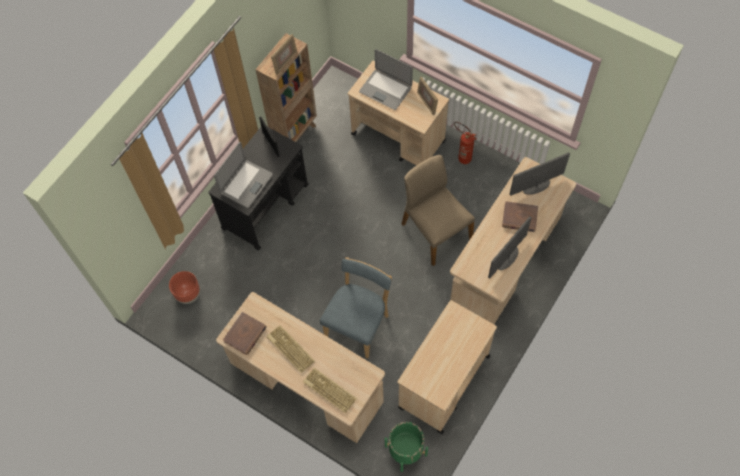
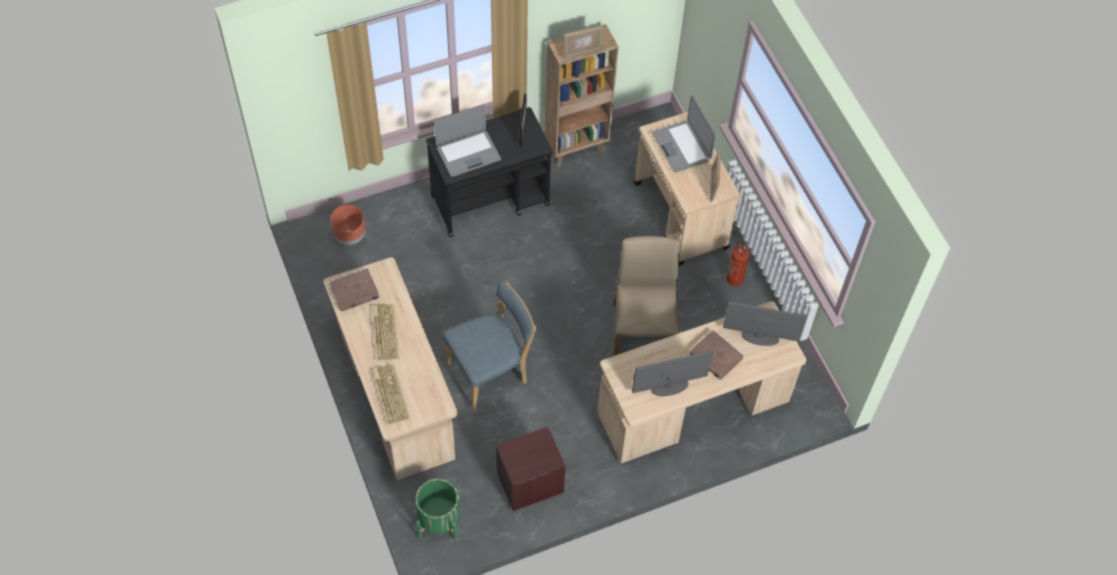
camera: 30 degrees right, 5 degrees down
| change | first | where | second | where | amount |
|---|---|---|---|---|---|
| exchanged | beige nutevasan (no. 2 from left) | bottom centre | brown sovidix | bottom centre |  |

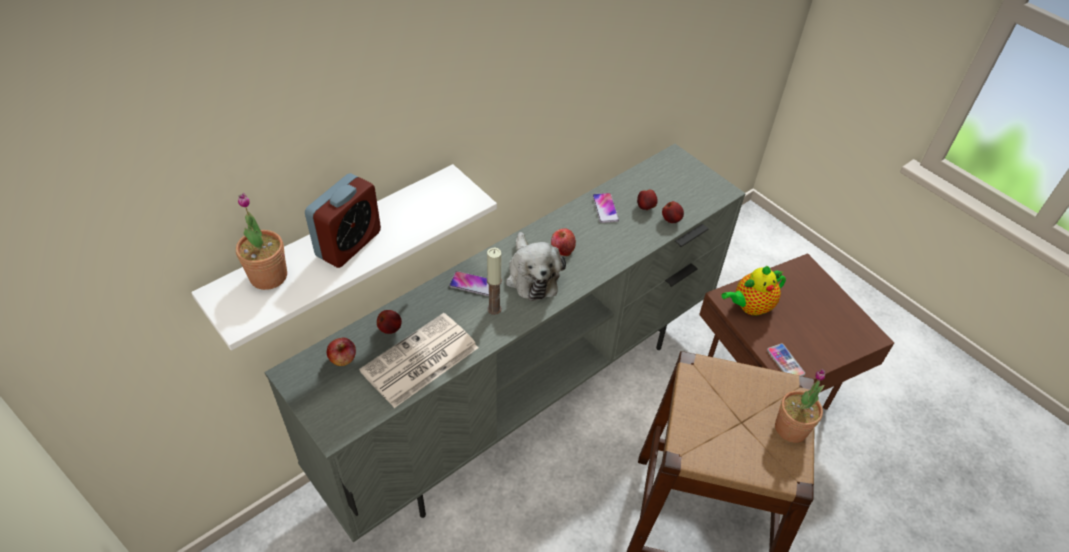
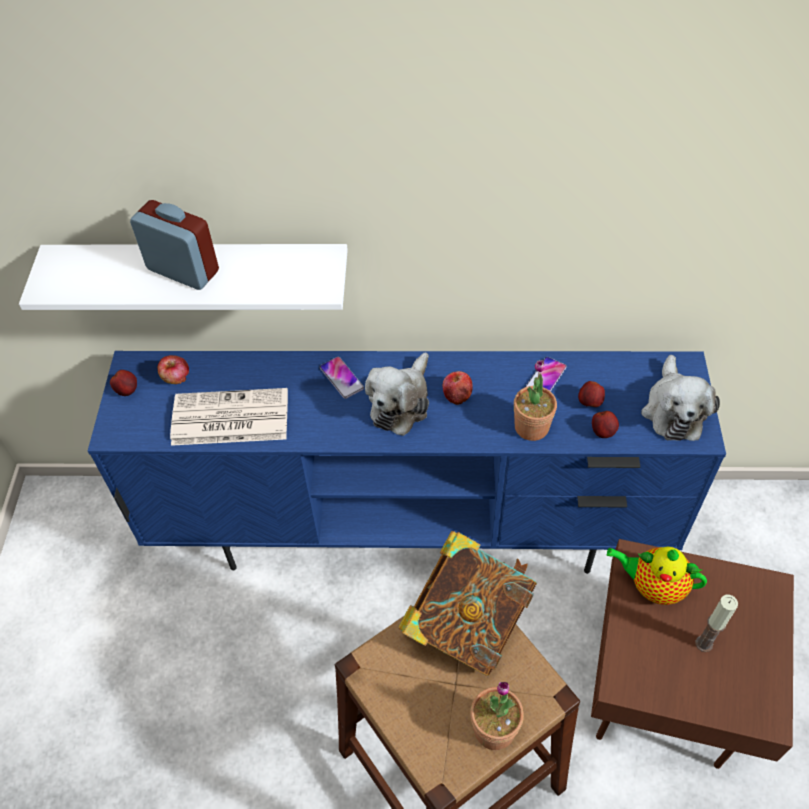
camera: 45 degrees right, 5 degrees up
| change | first | where | second | where | amount |
|---|---|---|---|---|---|
| relocated | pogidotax (no. 1 from left in the first image) | middle left | pogidotax (no. 2 from left) | centre |  |
| colour | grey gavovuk | centre | blue gavovuk | centre |  |
| spun | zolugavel | middle left |  | top left | 135 degrees counterclockwise |
| relocated | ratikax (no. 2 from left in the first image) | centre | ratikax (no. 1 from left) | middle left |  |
| relocated | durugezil | centre |  | bottom right |  |
| missing | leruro (no. 3 from left) | middle right |  |  |  |
| appeared |  |  | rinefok | bottom centre |  |
| appeared |  |  | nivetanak (no. 2 from left) | middle right |  |

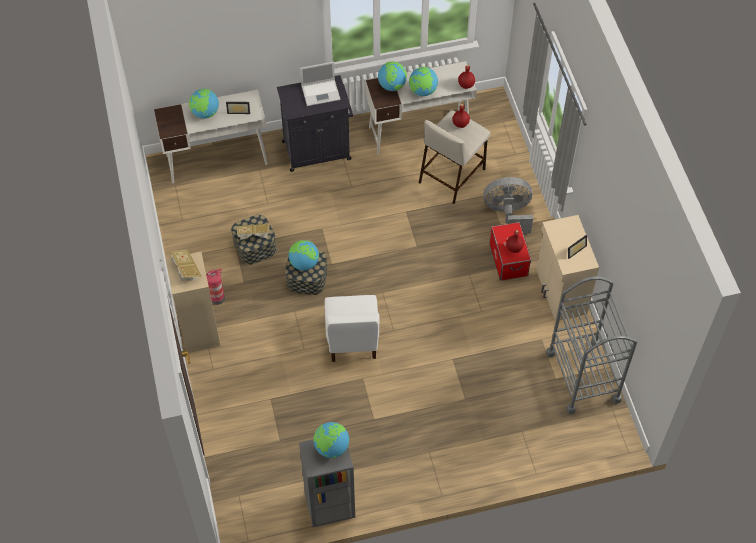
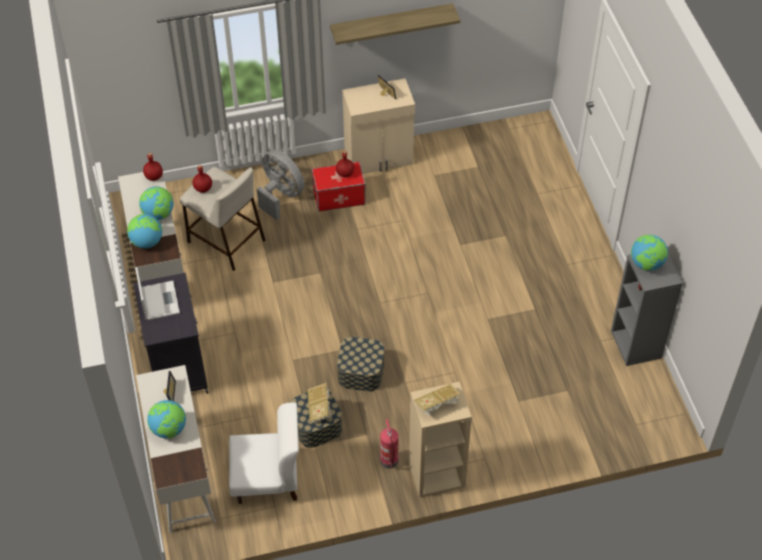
camera: 90 degrees left, 5 degrees down
| change | first | where | second | where | amount |
|---|---|---|---|---|---|
| missing | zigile (no. 2 from left) | centre |  |  |  |
| relocated | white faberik | centre |  | bottom centre |  |
| spun | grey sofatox | middle right |  | top centre | 135 degrees clockwise |
| missing | grey nutevasan | middle right |  |  |  |
| appeared |  |  | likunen | top centre |  |

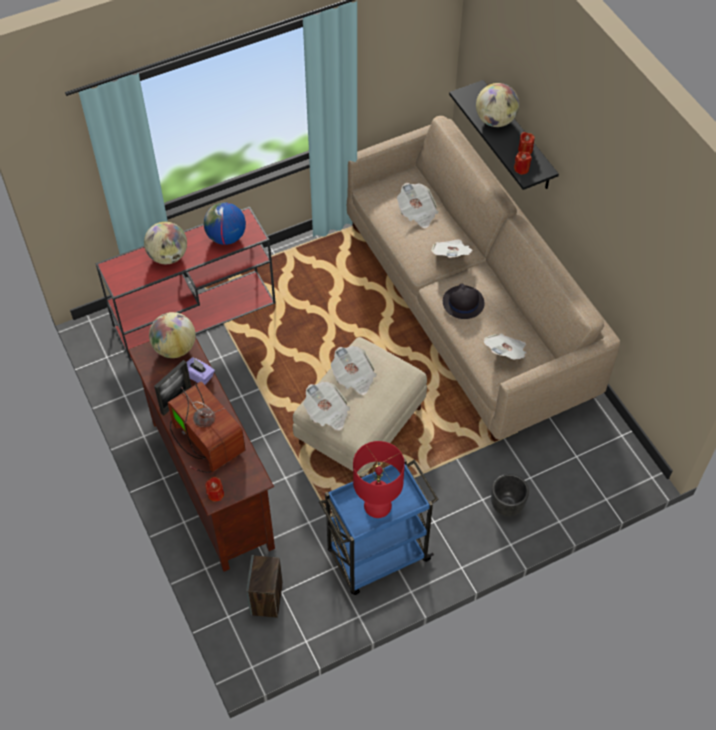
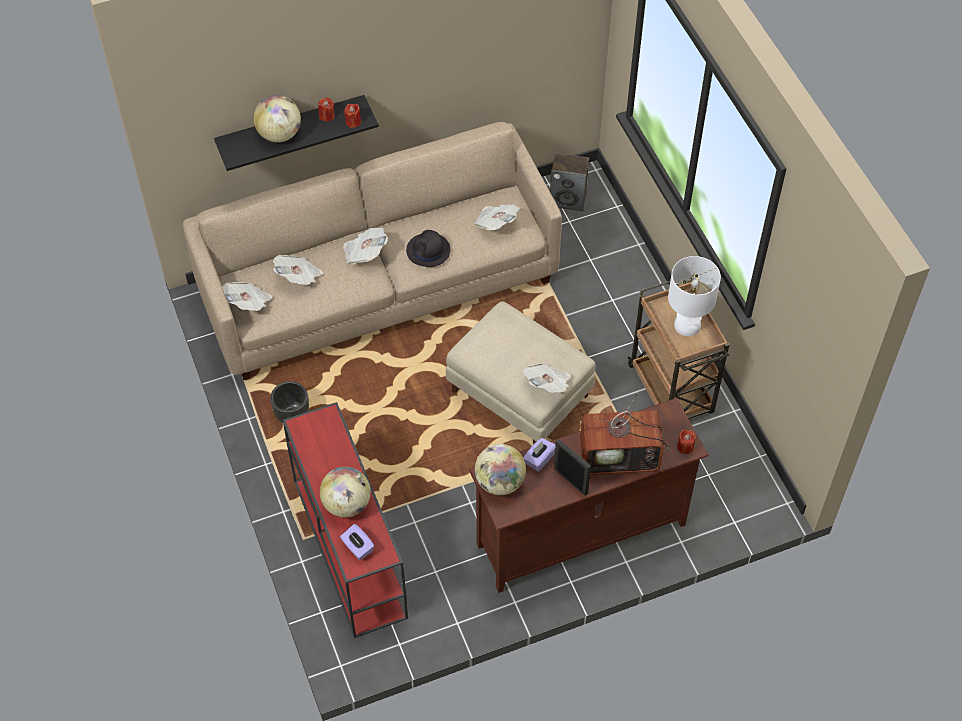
camera: 85 degrees left, 0 degrees up
| change | first | where | second | where | amount |
|---|---|---|---|---|---|
| spun | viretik | middle left |  | centre | 150 degrees counterclockwise |
| missing | zigile (no. 3 from left) | top left |  |  |  |
| relocated | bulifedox | bottom centre |  | top centre |  |
| colour | blue nutevasan | bottom centre | brown nutevasan | middle right |  |
| relocated | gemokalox (no. 2 from left in the first image) | centre | gemokalox (no. 1 from left) | middle left |  |
| colour | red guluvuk | centre | white guluvuk | middle right |  |
| relocated | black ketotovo | bottom right |  | middle left |  |
| appeared |  |  | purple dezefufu (no. 1 from left) | bottom centre |  |

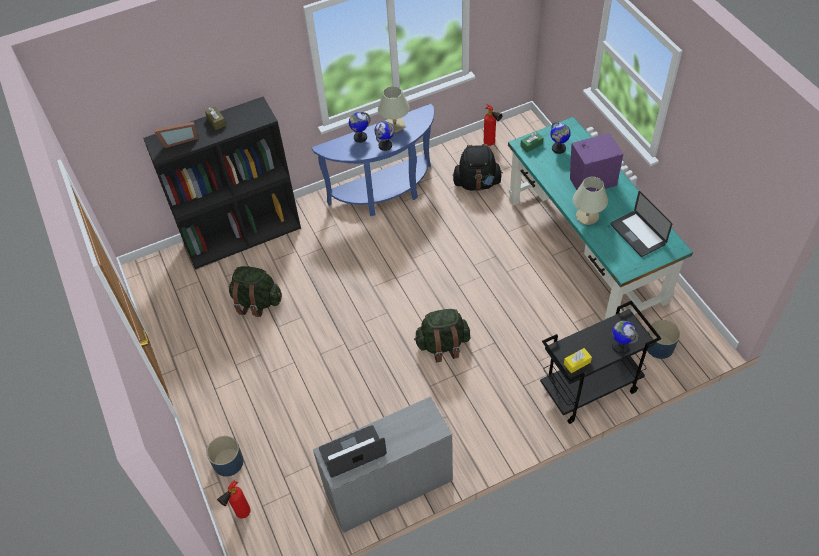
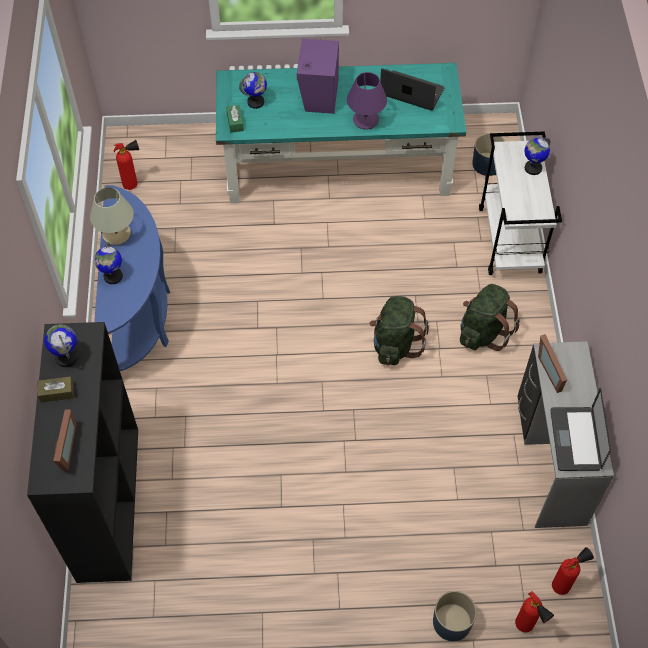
camera: 70 degrees left, 5 degrees up
| change | first | where | second | where | amount |
|---|---|---|---|---|---|
| relocated | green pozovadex (no. 1 from left in the first image) | middle left | green pozovadex (no. 2 from left) | middle right |  |
| relocated | zigile (no. 2 from left in the first image) | top centre | zigile (no. 1 from left) | middle left |  |
| missing | black pozovadex | top centre |  |  |  |
| colour | black nutevasan | middle right | white nutevasan | top right |  |
| missing | yellow dezefufu | middle right |  |  |  |
| colour | beige guluvuk (no. 2 from left) | middle right | purple guluvuk | top centre |  |
| spun | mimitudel (no. 2 from left in the first image) | middle right | mimitudel (no. 1 from left) | top centre | 150 degrees counterclockwise |
| appeared |  |  | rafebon (no. 2 from left) | middle right |  |
| appeared |  |  | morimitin (no. 3 from left) | bottom right |  |

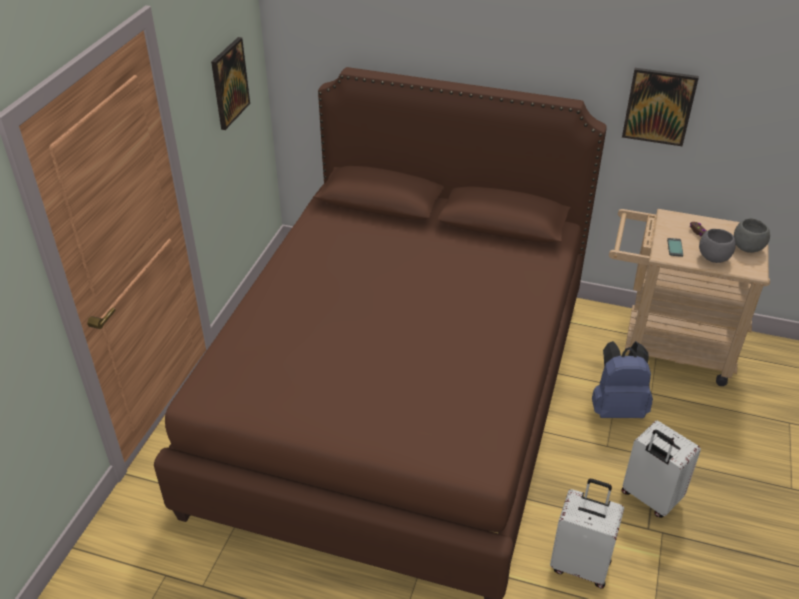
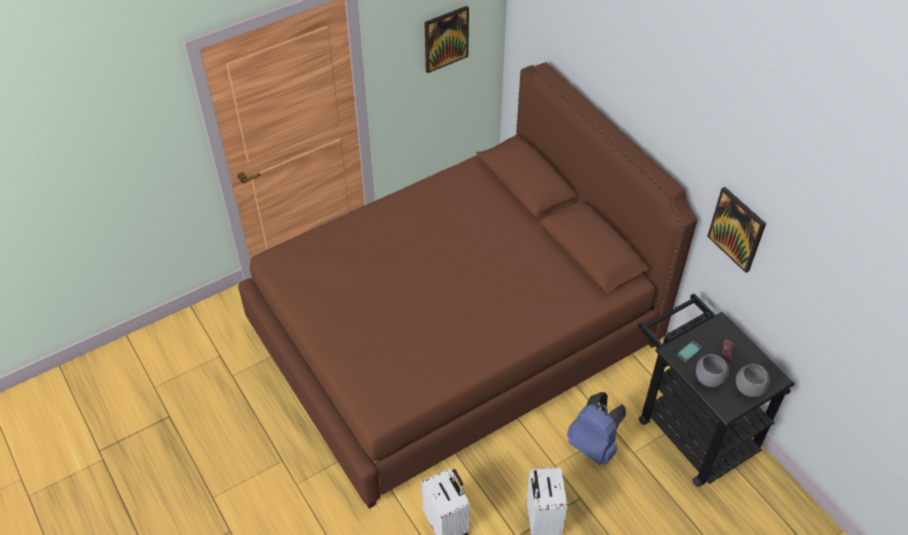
camera: 40 degrees right, 10 degrees up
| change | first | where | second | where | amount |
|---|---|---|---|---|---|
| colour | beige nutevasan | middle right | black nutevasan | bottom right |  |

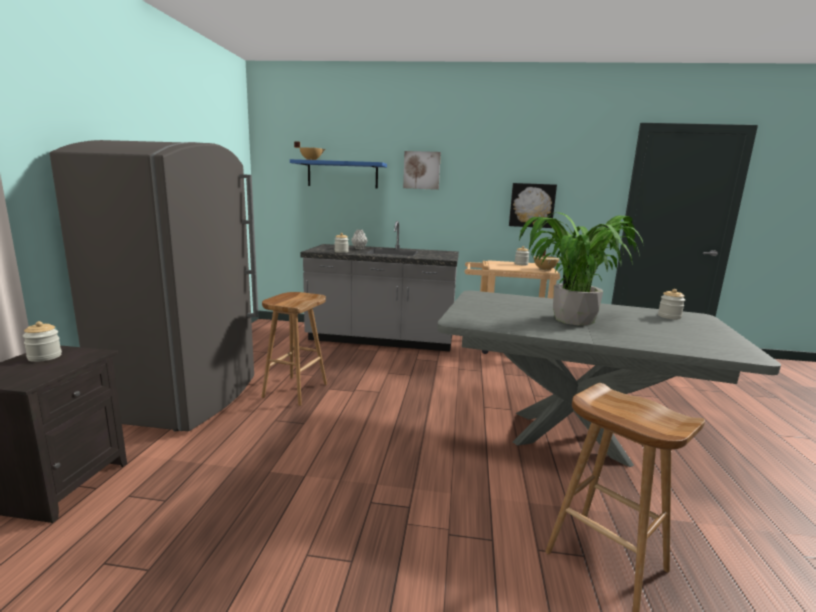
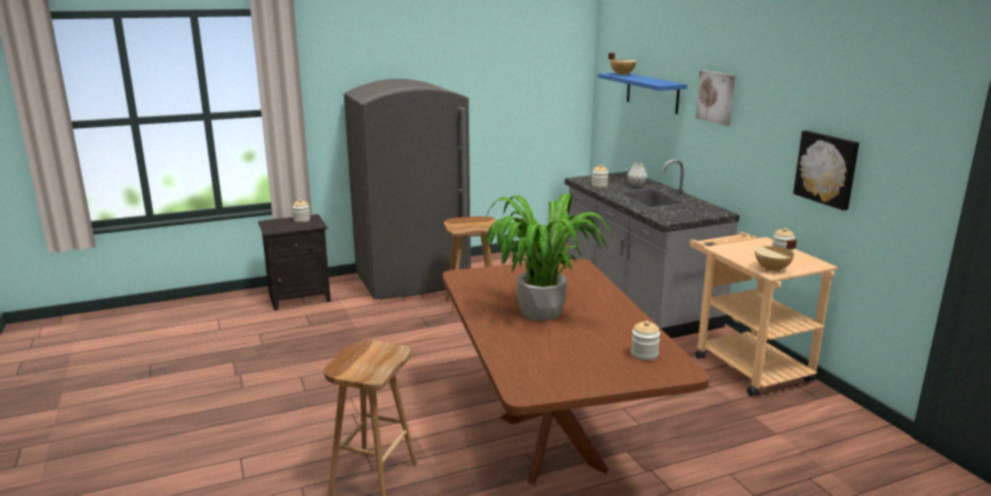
camera: 60 degrees right, 5 degrees up
| change | first | where | second | where | amount |
|---|---|---|---|---|---|
| colour | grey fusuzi | middle right | brown fusuzi | bottom centre |  |

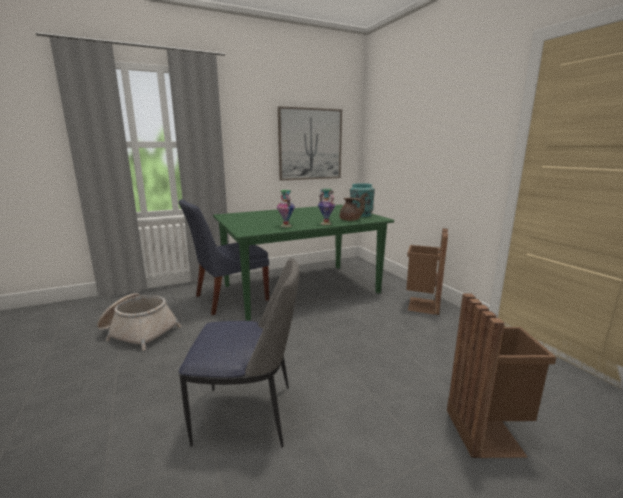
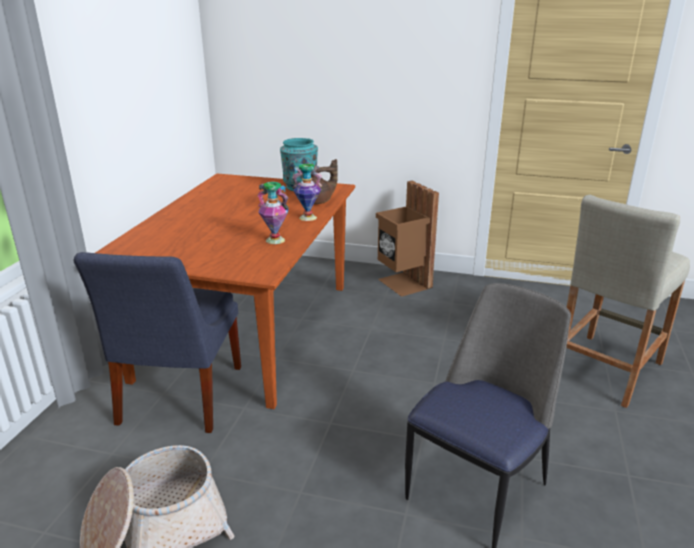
camera: 50 degrees left, 10 degrees up
| change | first | where | second | where | amount |
|---|---|---|---|---|---|
| colour | green fusuzi | centre | brown fusuzi | middle left |  |
| missing | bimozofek | top centre |  |  |  |
| exchanged | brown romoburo (no. 2 from left) | bottom right | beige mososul | middle right |  |

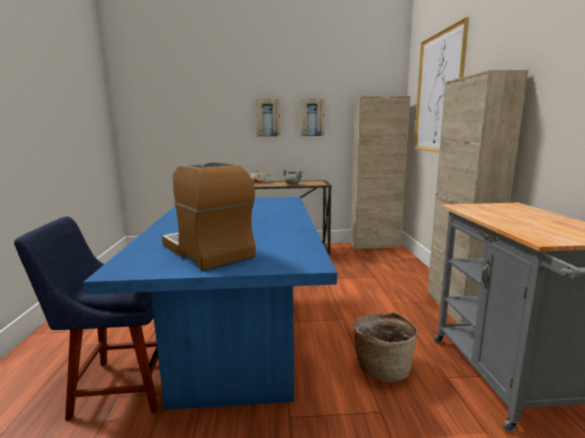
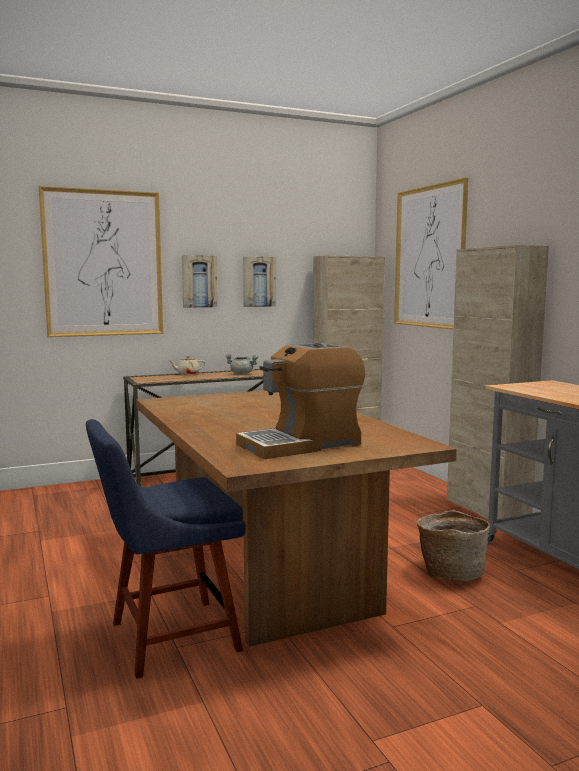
camera: 20 degrees left, 5 degrees down
| change | first | where | second | where | amount |
|---|---|---|---|---|---|
| colour | blue fusuzi | bottom centre | brown fusuzi | bottom centre |  |
| spun | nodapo | centre |  | centre | 60 degrees counterclockwise |
| appeared |  |  | bimozofek (no. 1 from left) | middle left |  |

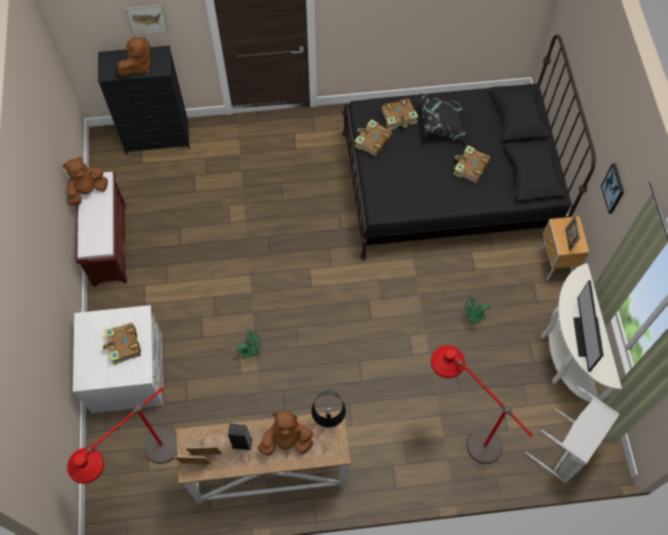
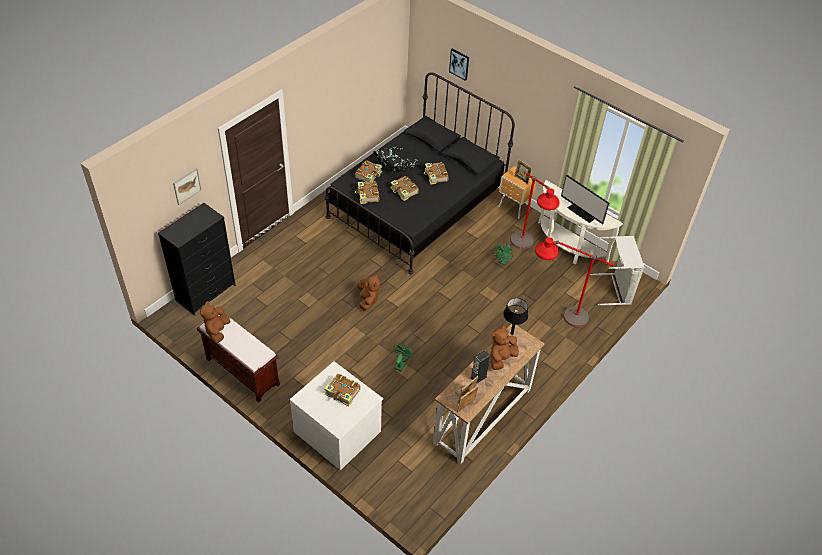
camera: 45 degrees left, 15 degrees down
| change | first | where | second | where | amount |
|---|---|---|---|---|---|
| relocated | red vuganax (no. 1 from left) | bottom left |  | centre |  |
| relocated | brown nivetanak (no. 2 from left) | top left |  | centre |  |
| relocated | bimozofek (no. 2 from left) | middle right |  | top centre |  |
| appeared |  |  | rinefok (no. 4 from left) | centre |  |

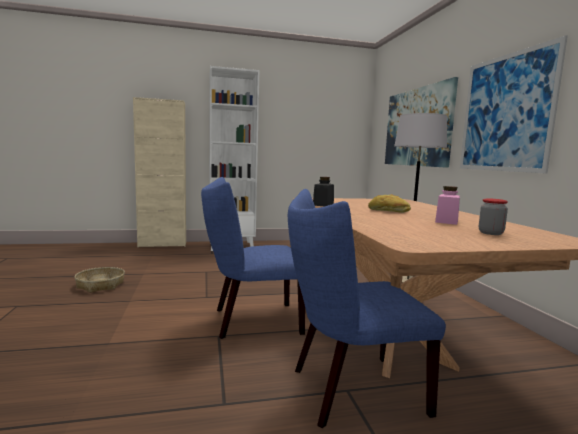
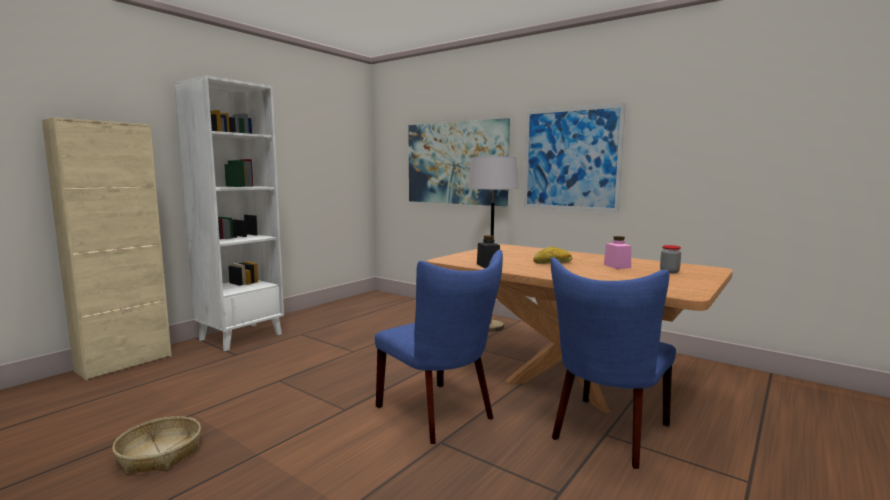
camera: 40 degrees left, 0 degrees up
| change | first | where | second | where | amount |
|---|---|---|---|---|---|
| spun | blue faberik (no. 1 from left) | centre |  | bottom centre | 75 degrees counterclockwise |

